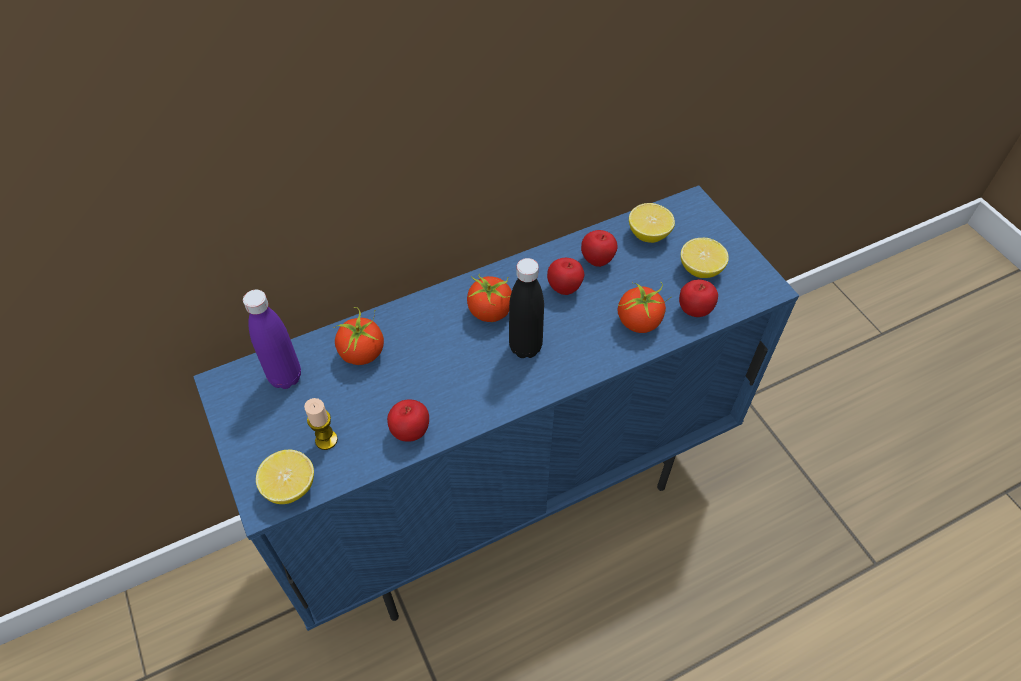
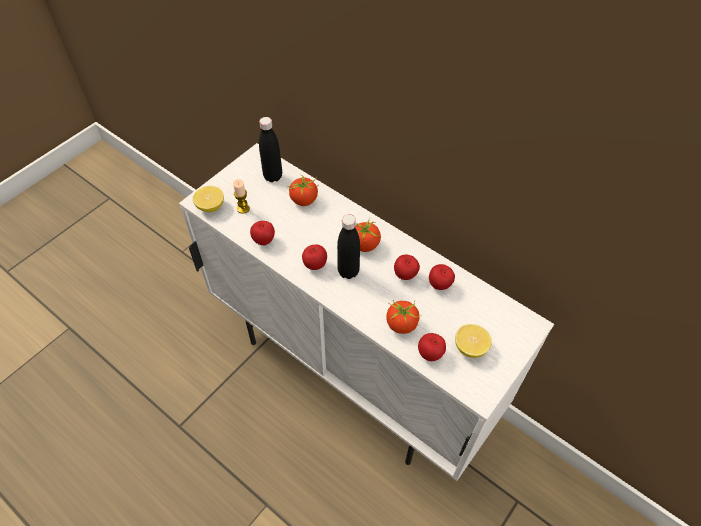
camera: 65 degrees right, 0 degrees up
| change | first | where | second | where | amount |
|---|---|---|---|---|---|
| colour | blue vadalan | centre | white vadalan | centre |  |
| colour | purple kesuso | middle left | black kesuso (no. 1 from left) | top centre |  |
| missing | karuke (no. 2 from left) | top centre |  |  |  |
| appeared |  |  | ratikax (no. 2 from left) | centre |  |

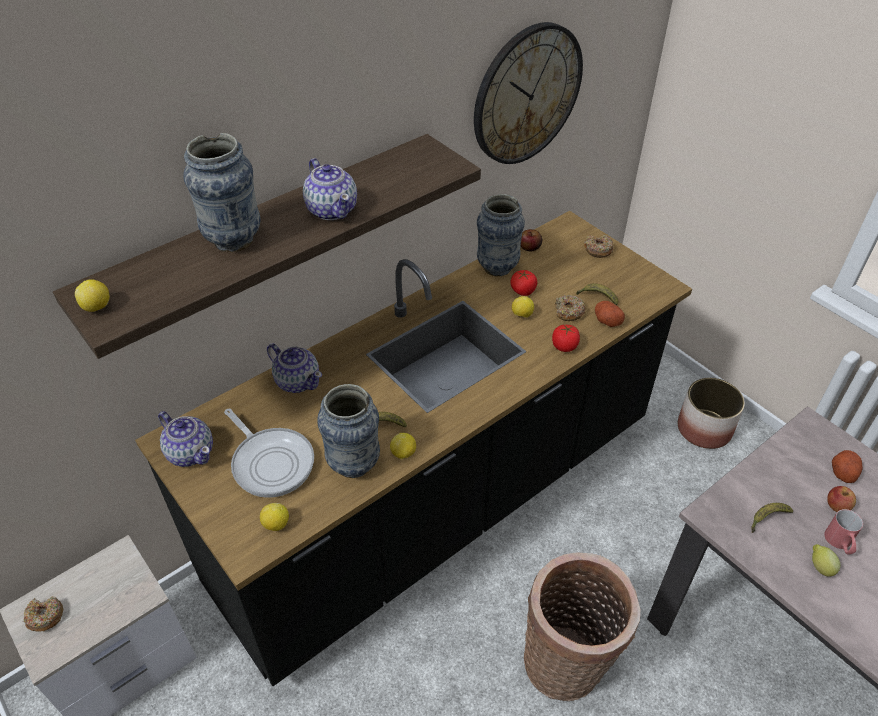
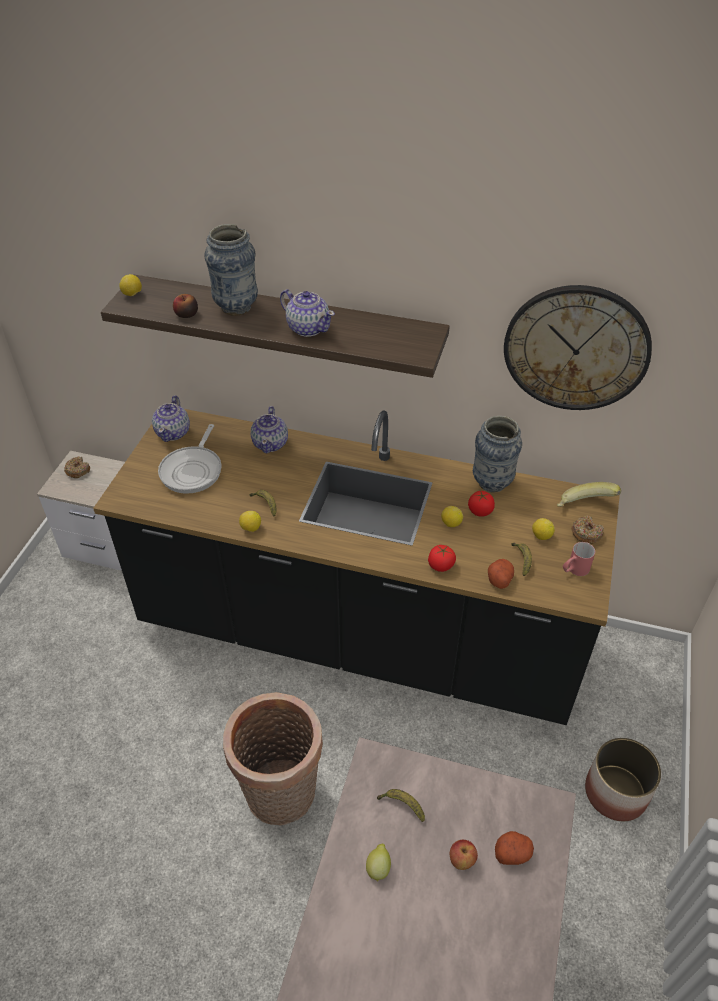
camera: 55 degrees right, 0 degrees up
| change | first | where | second | where | amount |
|---|---|---|---|---|---|
| relocated | karuke (no. 2 from left in the first image) | bottom left | karuke (no. 5 from left) | middle right |  |
| spun | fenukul (no. 3 from left) | top centre |  | top centre | 75 degrees counterclockwise |
| missing | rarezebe (no. 2 from left) | centre |  |  |  |
| relocated | ratikax (no. 1 from left) | centre |  | top left |  |
| missing | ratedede (no. 2 from left) | centre |  |  |  |
| relocated | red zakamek | bottom right |  | middle right |  |
| appeared |  |  | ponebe (no. 4 from left) | middle right |  |

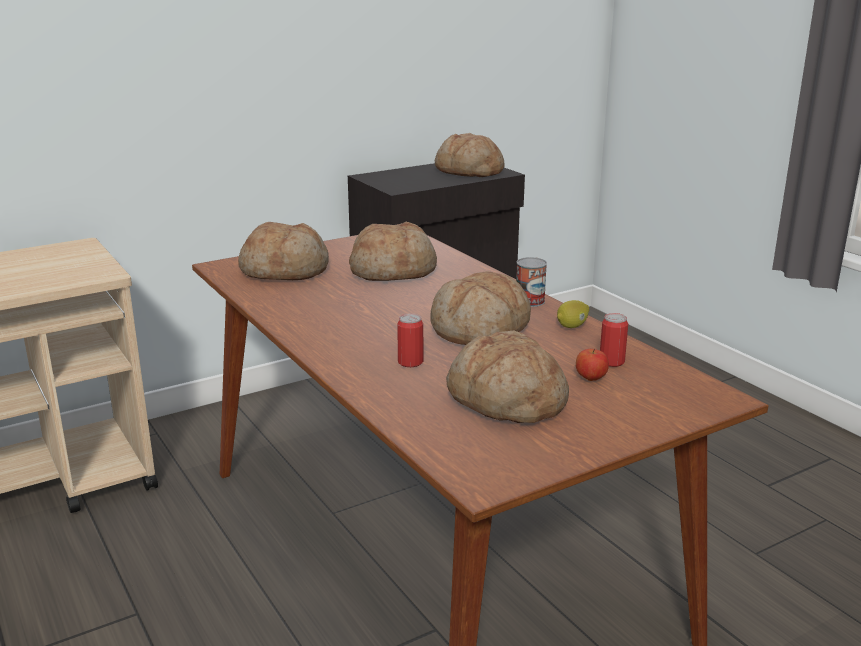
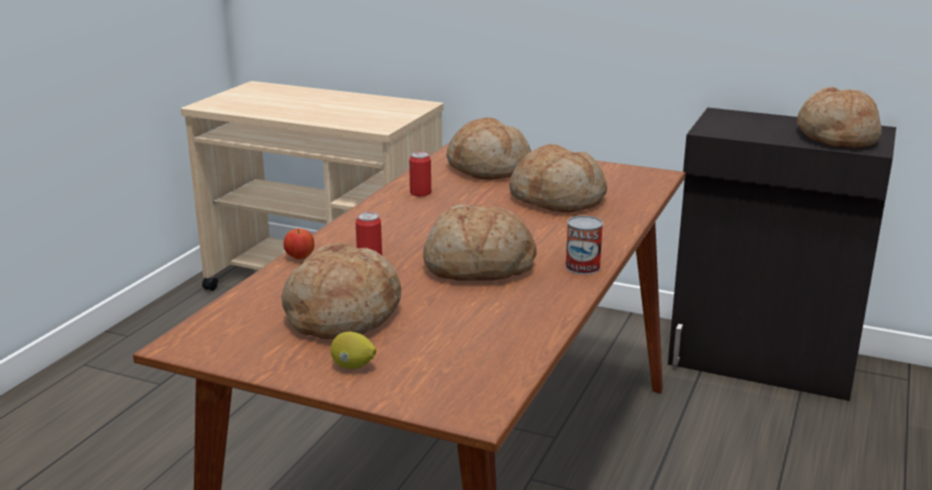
camera: 55 degrees right, 0 degrees up
| change | first | where | second | where | amount |
|---|---|---|---|---|---|
| relocated | karuke | centre |  | bottom centre |  |
| relocated | ratikax | middle right |  | middle left |  |
| relocated | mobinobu (no. 3 from left in the first image) | middle right | mobinobu (no. 2 from left) | centre |  |

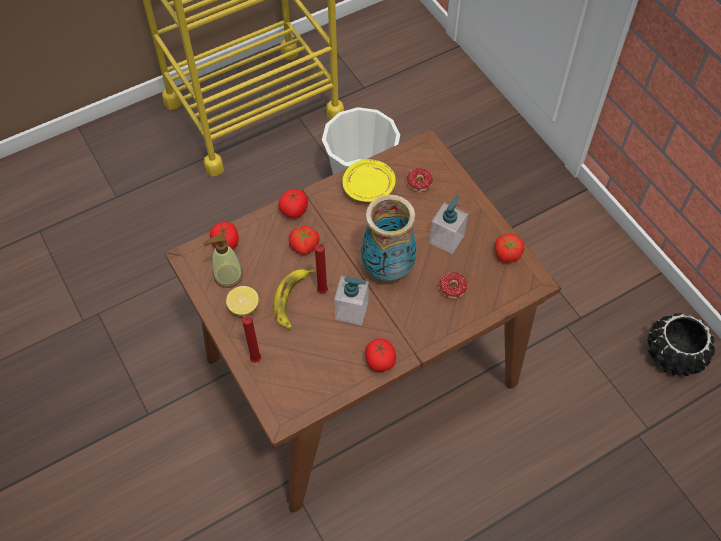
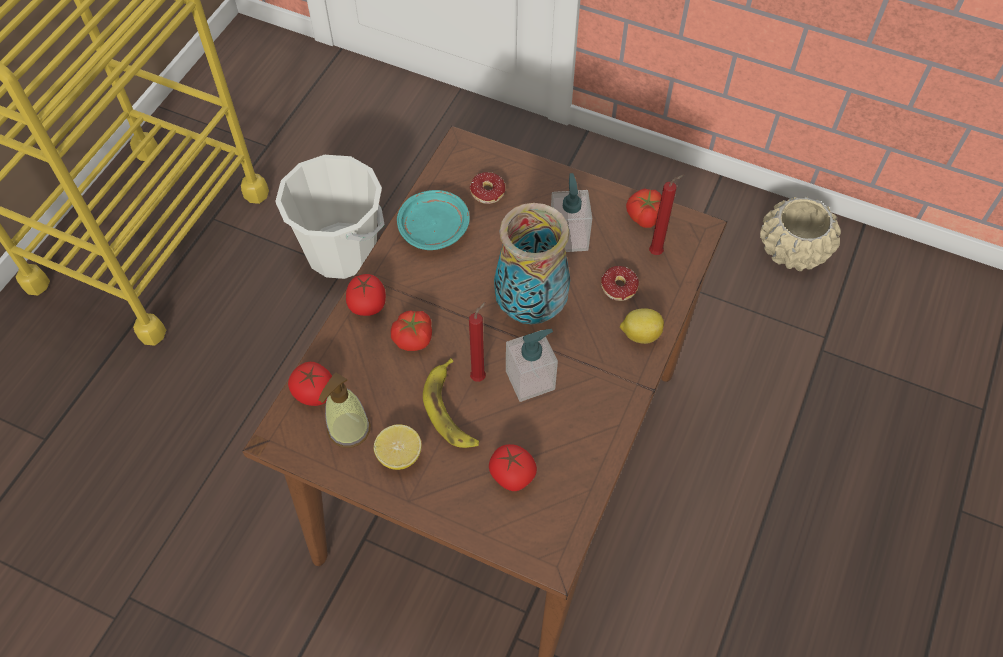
camera: 35 degrees left, 0 degrees up
| change | first | where | second | where | amount |
|---|---|---|---|---|---|
| relocated | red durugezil (no. 1 from left in the first image) | centre | red durugezil (no. 2 from left) | top centre |  |
| colour | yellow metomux | top centre | turquoise metomux | centre |  |
| relocated | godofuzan (no. 4 from left) | centre |  | bottom centre |  |
| colour | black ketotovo | middle right | beige ketotovo | middle right |  |
| appeared |  |  | karuke (no. 2 from left) | centre |  |

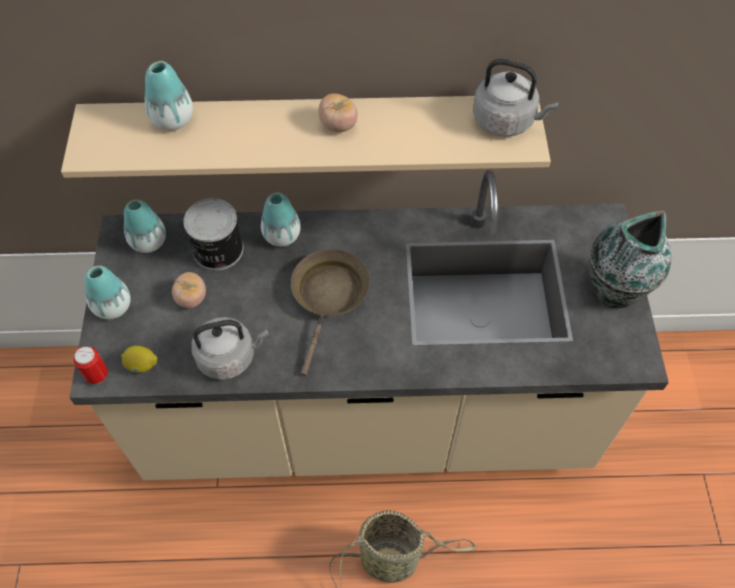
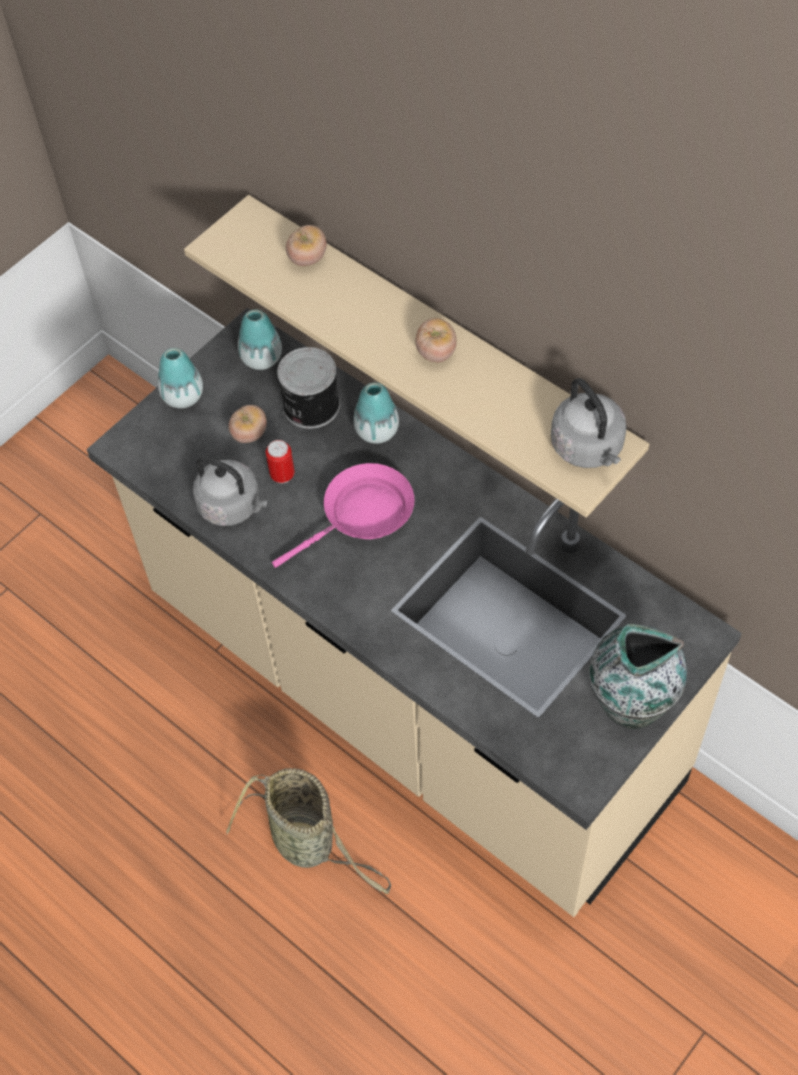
camera: 45 degrees right, 0 degrees up
| change | first | where | second | where | amount |
|---|---|---|---|---|---|
| relocated | mobinobu (no. 1 from left) | middle left |  | centre |  |
| missing | karuke | middle left |  |  |  |
| exchanged | rarezebe (no. 3 from left) | top left | godofuzan (no. 2 from left) | top centre |  |
| colour | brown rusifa | centre | pink rusifa | centre |  |

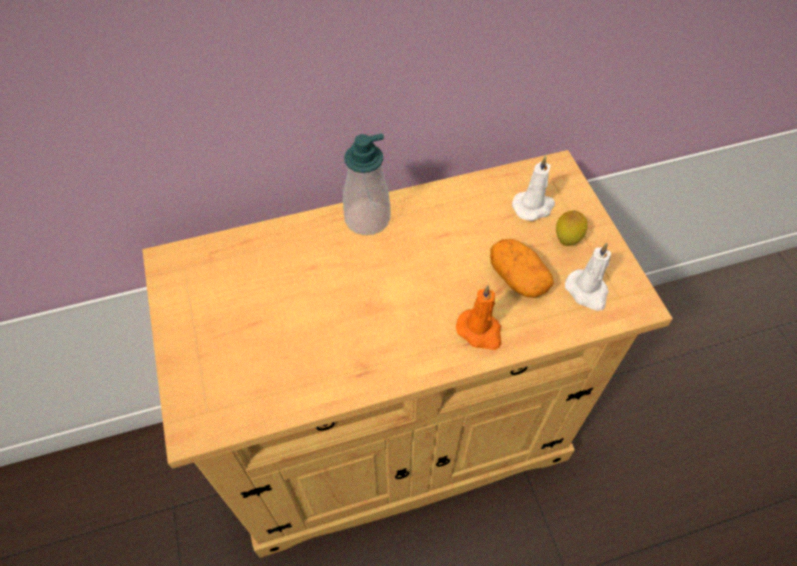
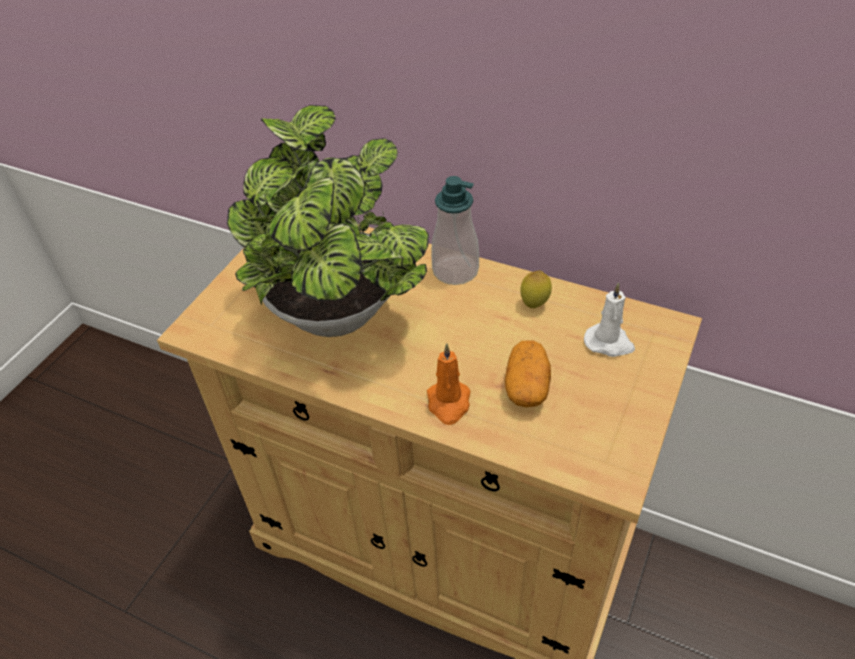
camera: 45 degrees right, 10 degrees down
| change | first | where | second | where | amount |
|---|---|---|---|---|---|
| relocated | karuke | middle right |  | centre |  |
| missing | white durugezil (no. 2 from left) | middle right |  |  |  |
| appeared |  |  | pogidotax | centre |  |

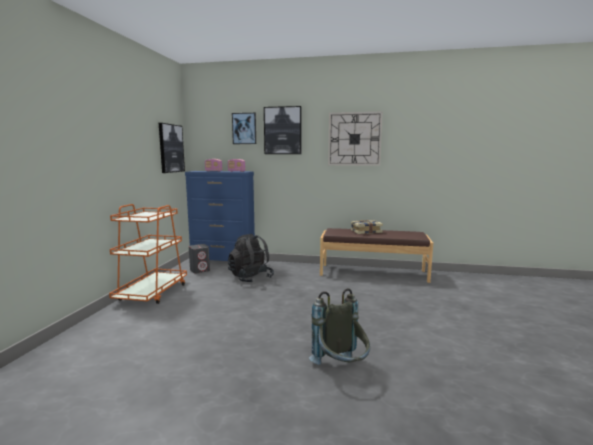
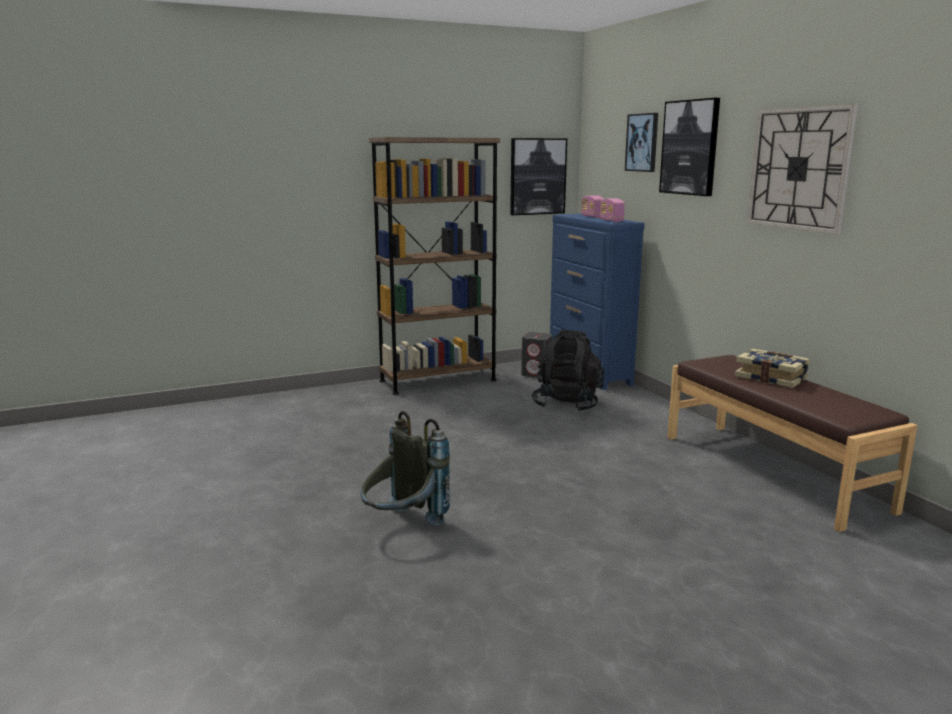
camera: 55 degrees right, 5 degrees up
| change | first | where | second | where | amount |
|---|---|---|---|---|---|
| exchanged | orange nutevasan | middle left | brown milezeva | centre |  |

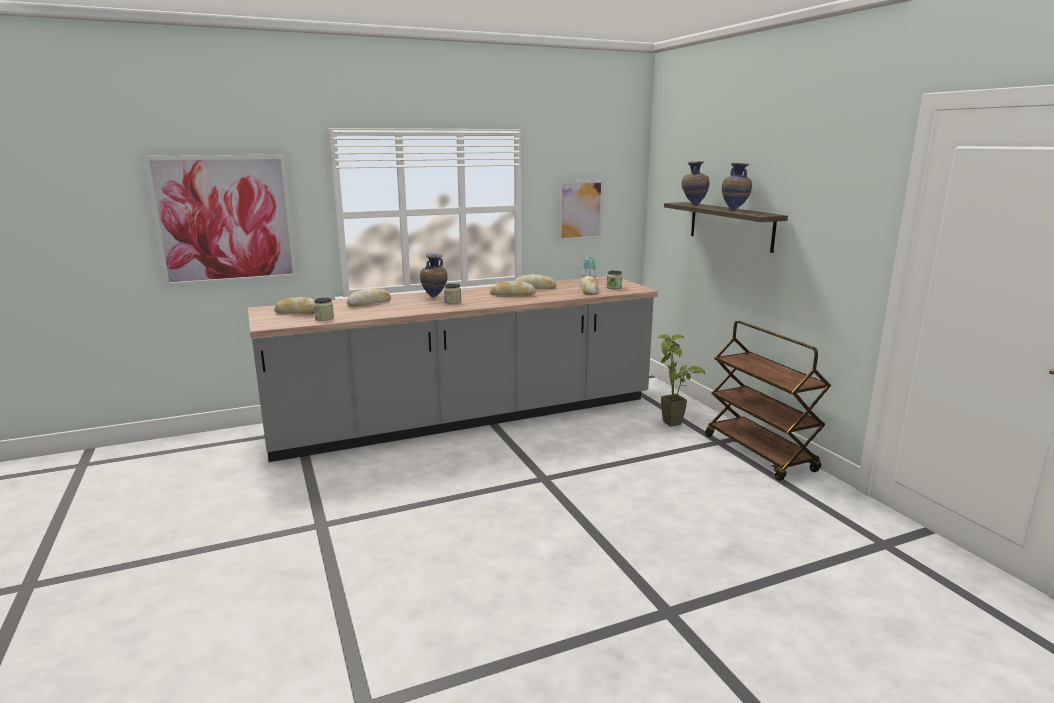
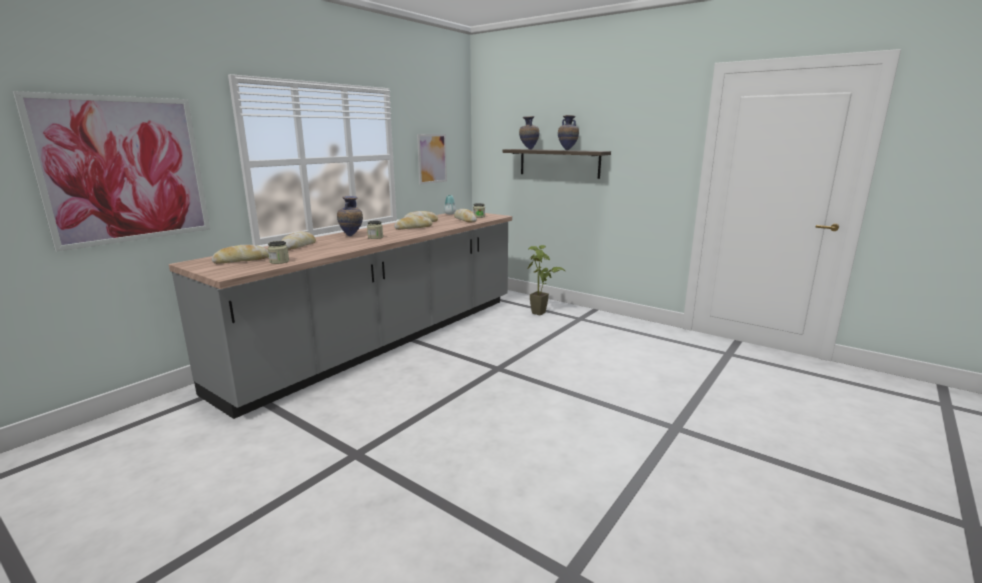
camera: 30 degrees left, 0 degrees up
| change | first | where | second | where | amount |
|---|---|---|---|---|---|
| missing | brown nutevasan | middle right |  |  |  |

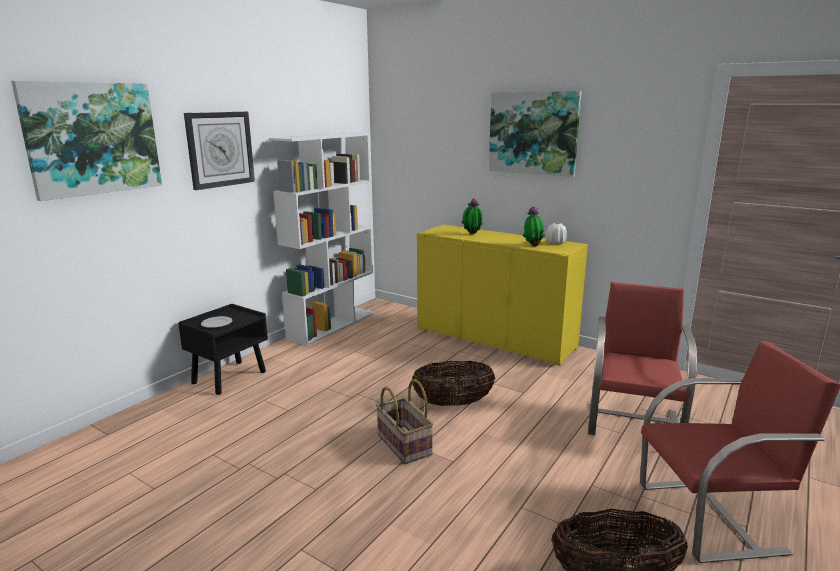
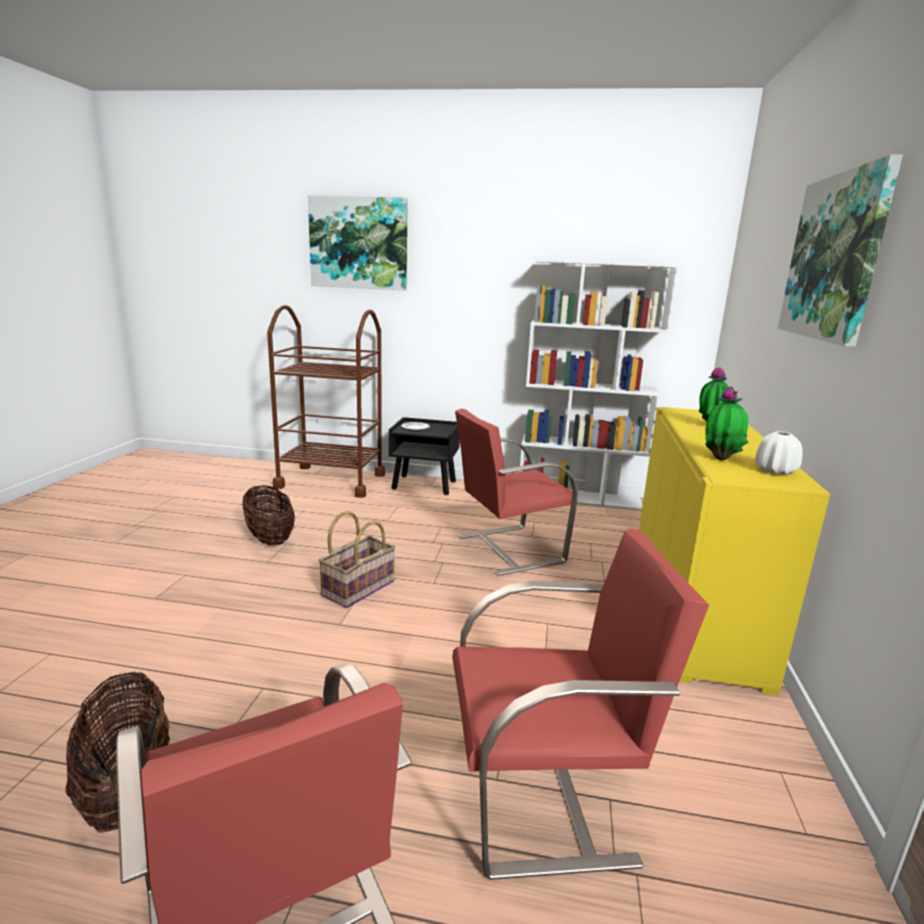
camera: 65 degrees right, 0 degrees up
| change | first | where | second | where | amount |
|---|---|---|---|---|---|
| missing | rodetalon | top left |  |  |  |
| relocated | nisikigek (no. 2 from left) | bottom centre |  | middle left |  |
| appeared |  |  | brown nutevasan | centre |  |
| appeared |  |  | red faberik (no. 2 from left) | centre |  |

